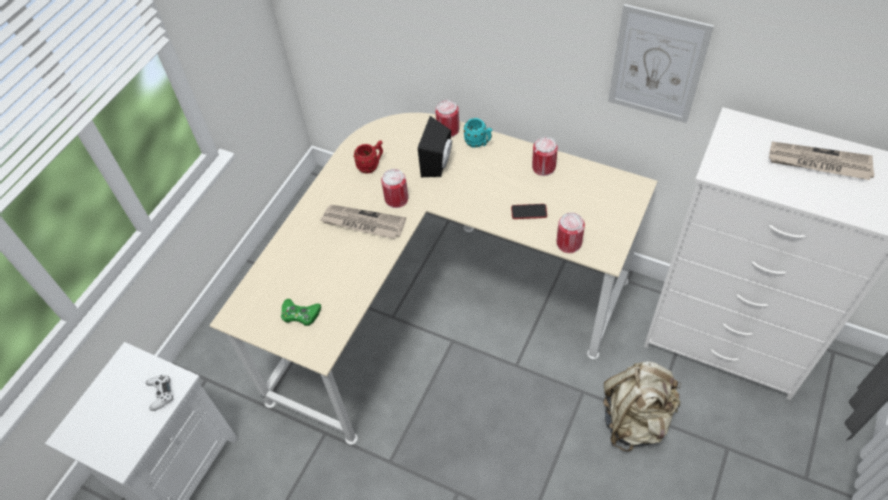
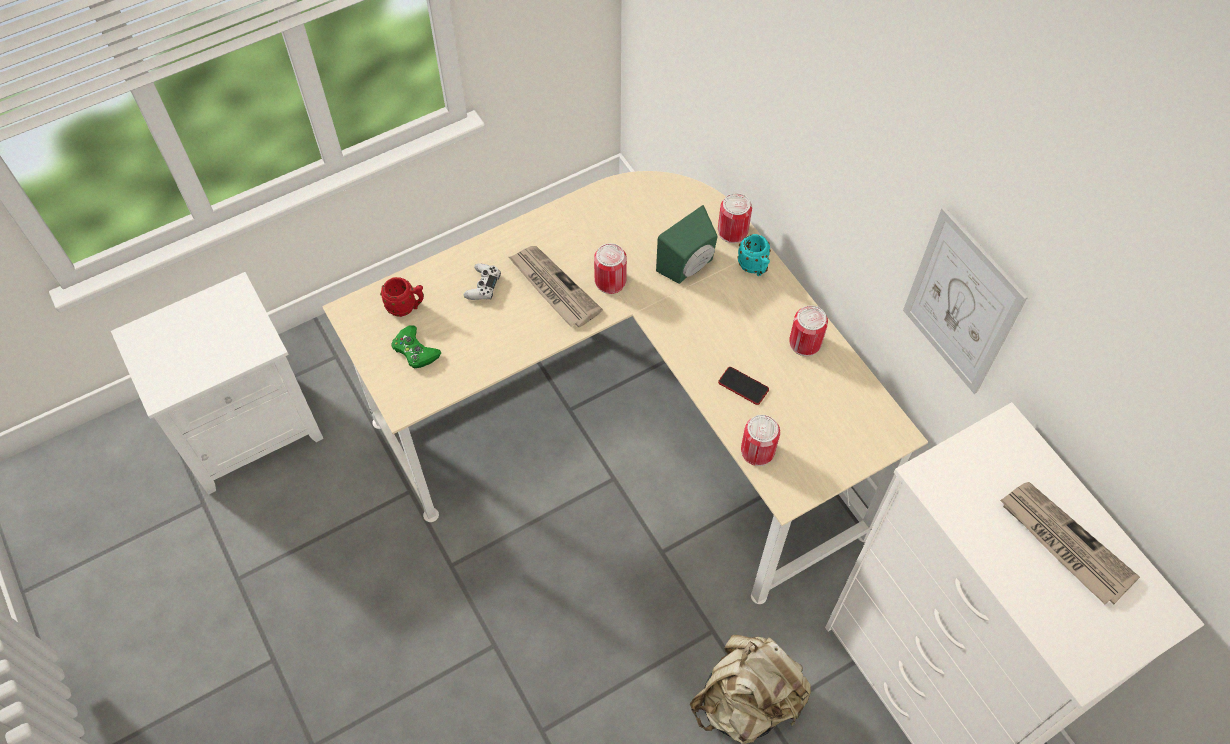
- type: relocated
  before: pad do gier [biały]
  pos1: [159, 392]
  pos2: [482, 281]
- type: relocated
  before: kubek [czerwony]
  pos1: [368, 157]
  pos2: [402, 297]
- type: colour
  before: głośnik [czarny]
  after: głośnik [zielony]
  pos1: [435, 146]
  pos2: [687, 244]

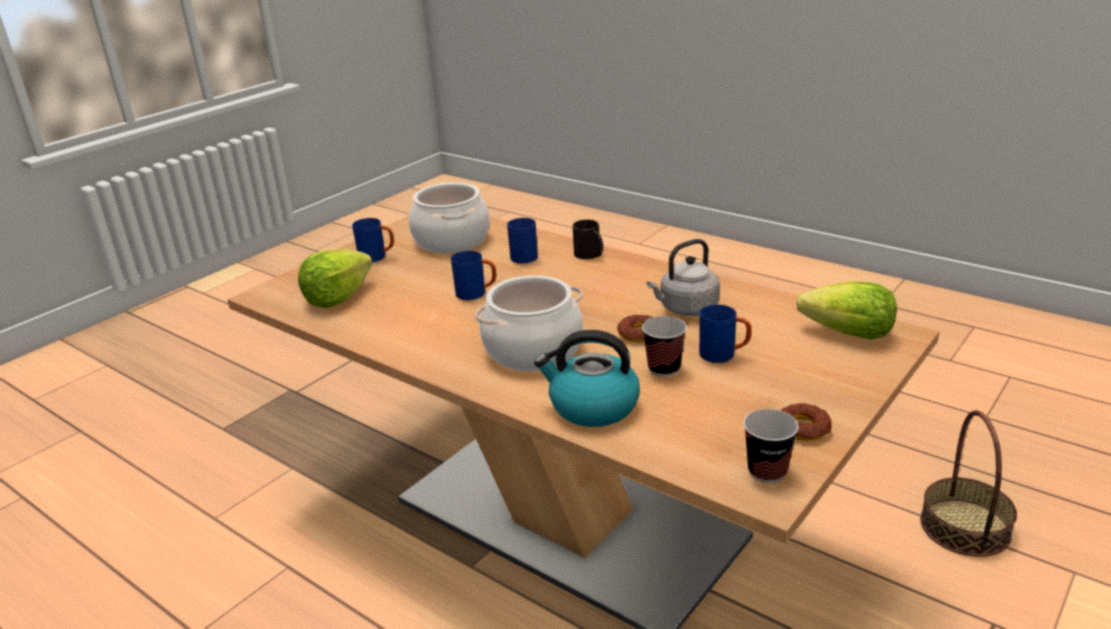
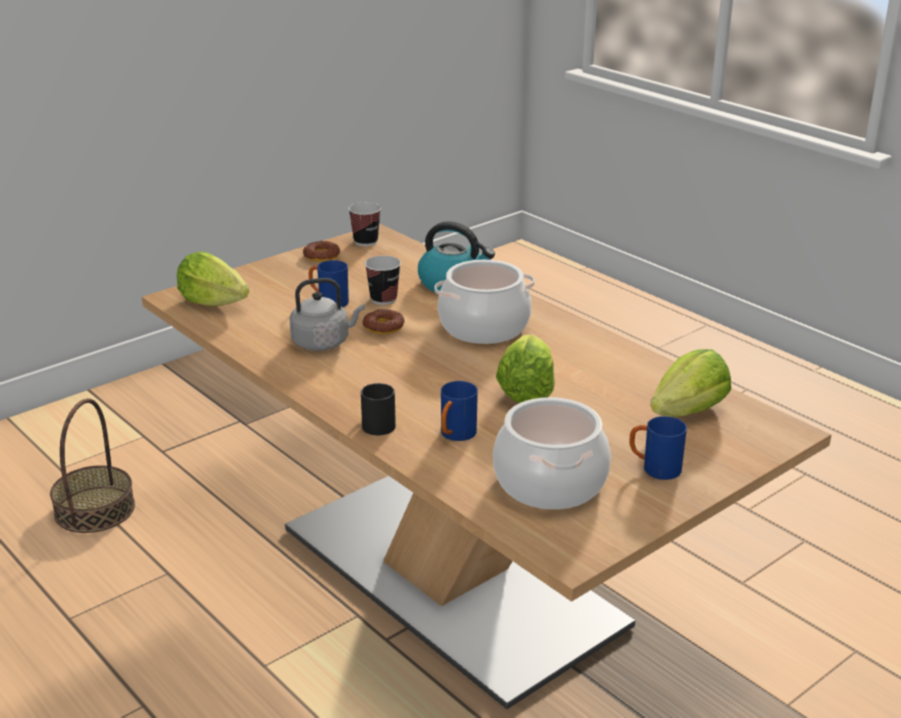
- type: exchanged
  before: kubek [niebieski]
  after: sałata
  pos1: [473, 275]
  pos2: [525, 368]

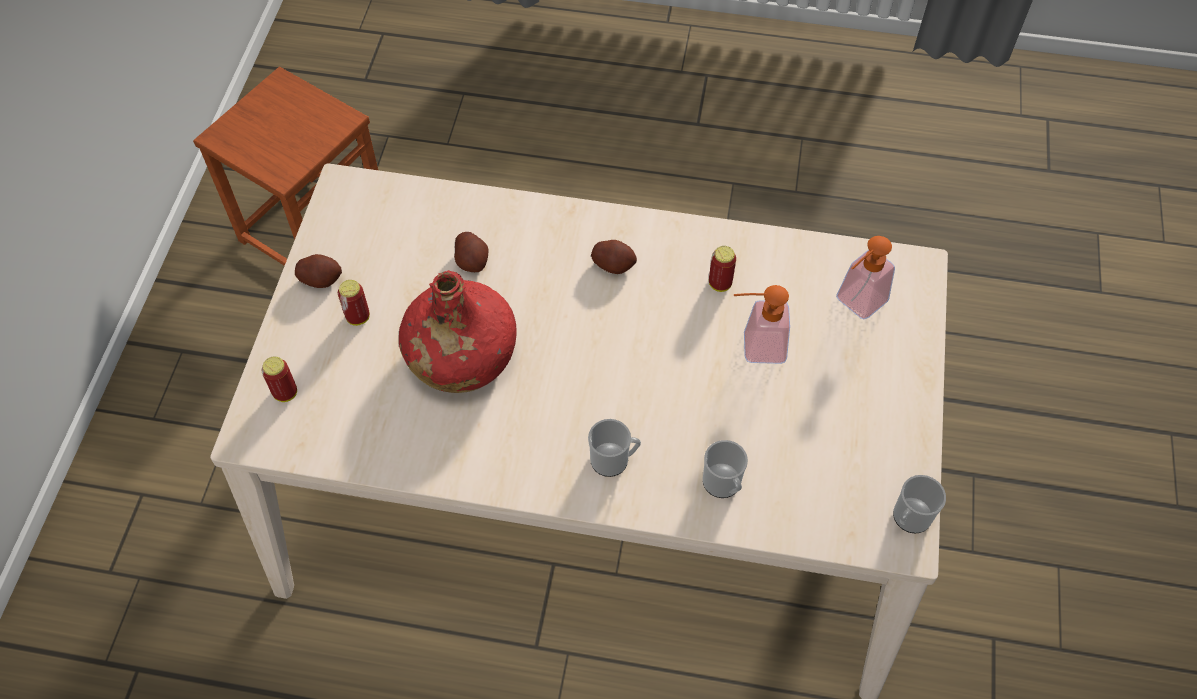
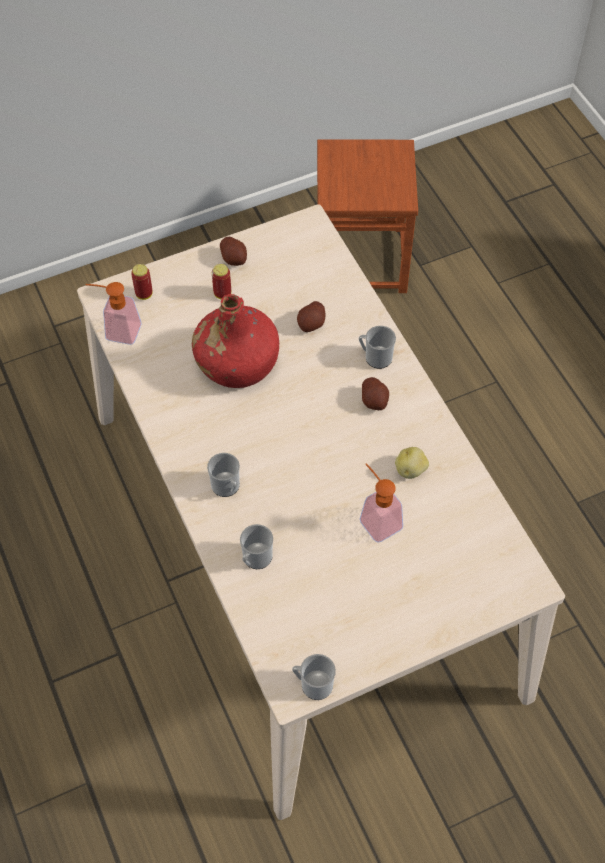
- type: appeared
  after: kubek
  pos2: [377, 347]
- type: relocated
  before: dozownik mydła
  pos1: [865, 278]
  pos2: [113, 313]
- type: exchanged
  before: puszka
  after: ziemniak
  pos1: [722, 269]
  pos2: [412, 463]

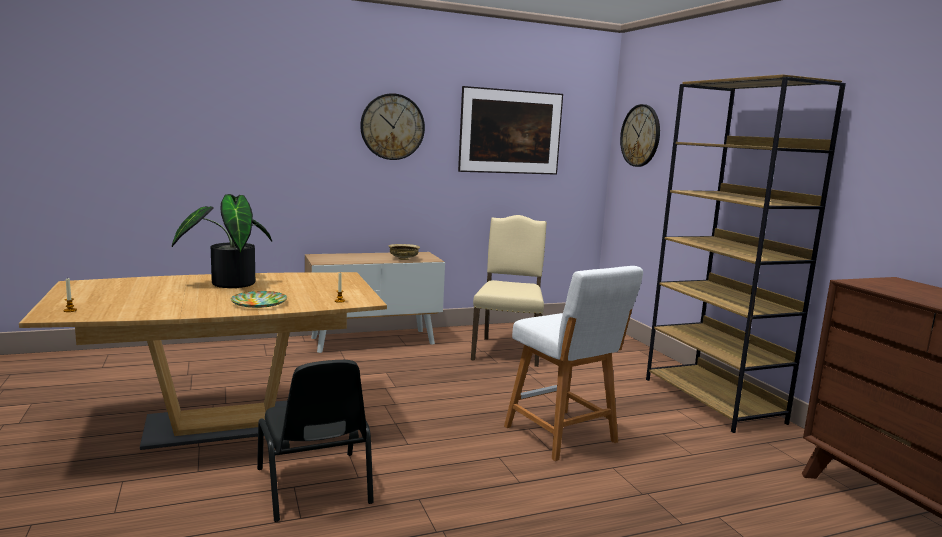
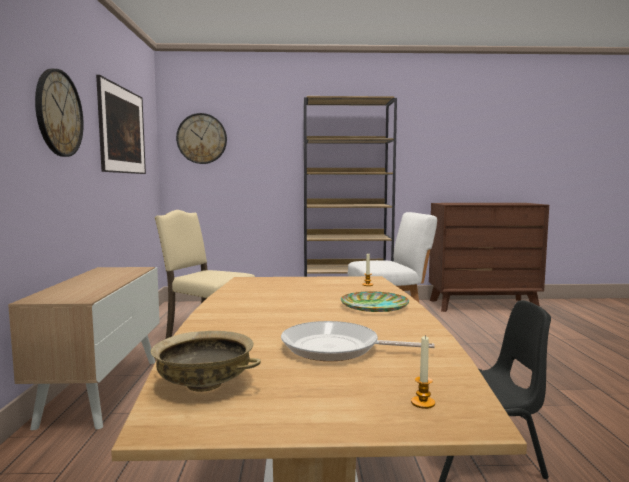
- type: missing
  before: roślina doniczkowa
  pos1: [222, 241]
- type: appeared
  after: patelnia
  pos2: [358, 341]
- type: relocated
  before: miska [beżowy]
  pos1: [404, 252]
  pos2: [206, 361]

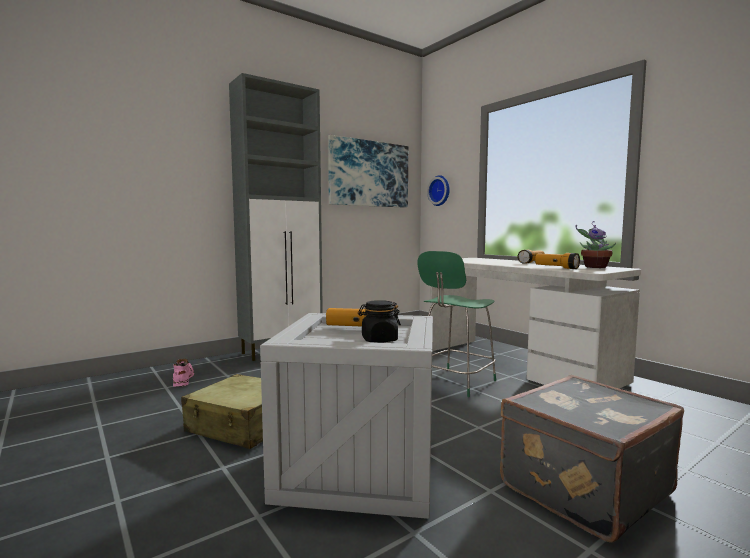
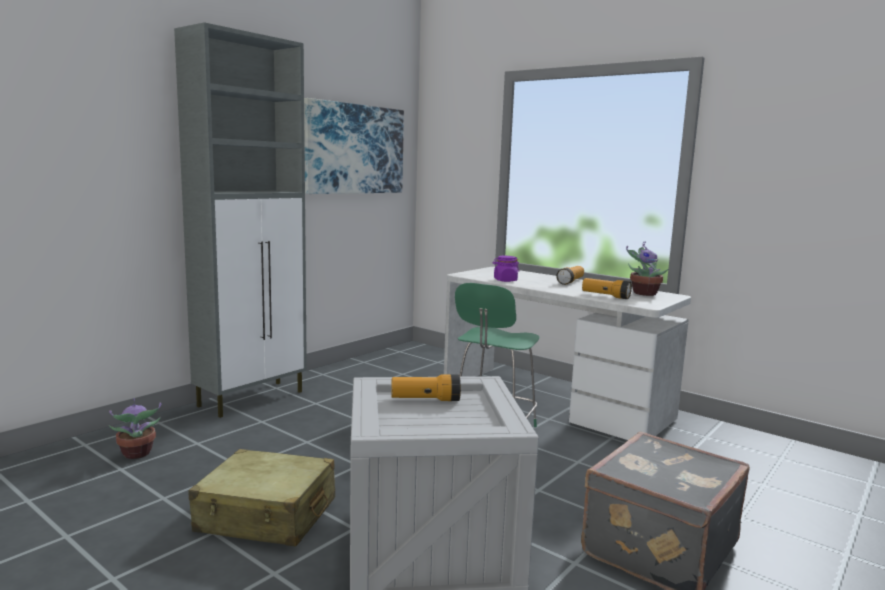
- type: missing
  before: słoik [czarny]
  pos1: [379, 321]
- type: missing
  before: zegar ścienny
  pos1: [438, 190]
- type: appeared
  after: słoik [fioletowy]
  pos2: [506, 269]
- type: exchanged
  before: but z cholewką [różowy]
  after: roślina doniczkowa
  pos1: [183, 372]
  pos2: [135, 428]

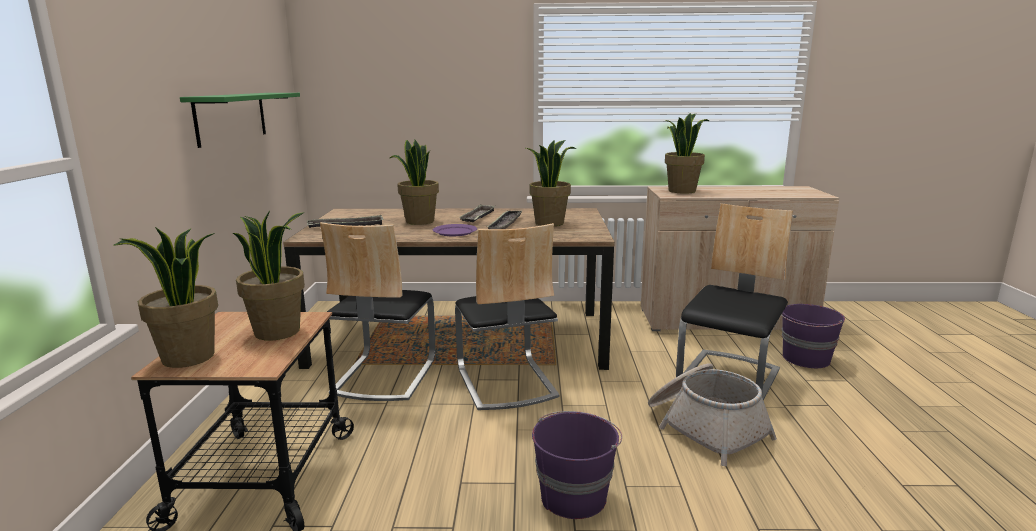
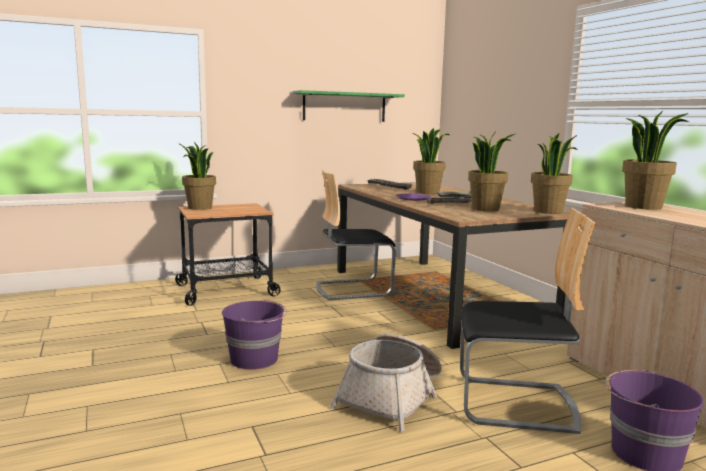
- type: missing
  before: krzesło
  pos1: [507, 316]
- type: relocated
  before: roślina doniczkowa
  pos1: [268, 276]
  pos2: [554, 173]

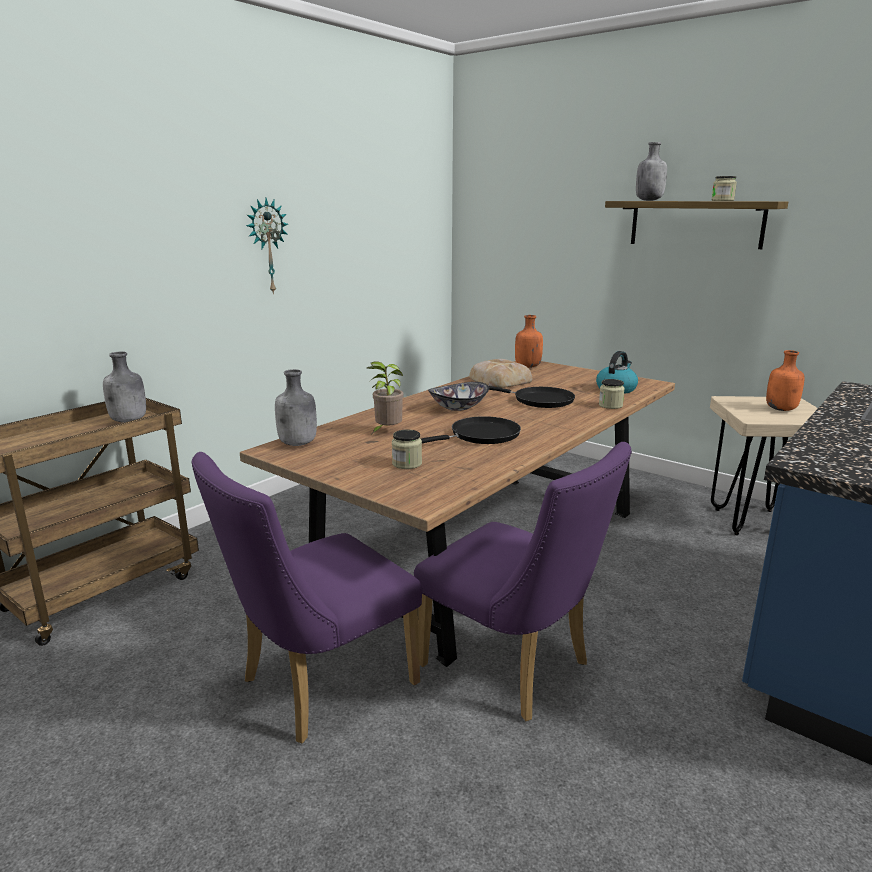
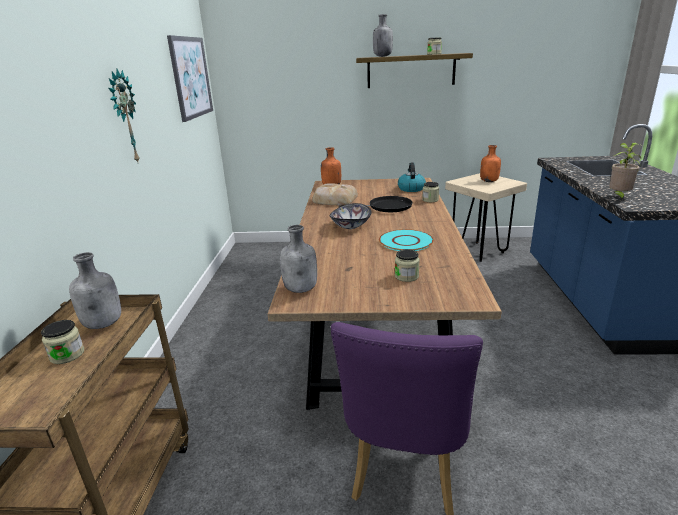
- type: missing
  before: krzesło [fioletowy]
  pos1: [523, 581]
- type: appeared
  after: słoik
  pos2: [62, 342]
- type: appeared
  after: obraz
  pos2: [190, 78]
- type: relocated
  before: roślina doniczkowa
  pos1: [385, 397]
  pos2: [625, 171]
- type: exchanged
  before: patelnia [czarny]
  after: talerz [turkusowy]
  pos1: [471, 430]
  pos2: [406, 240]

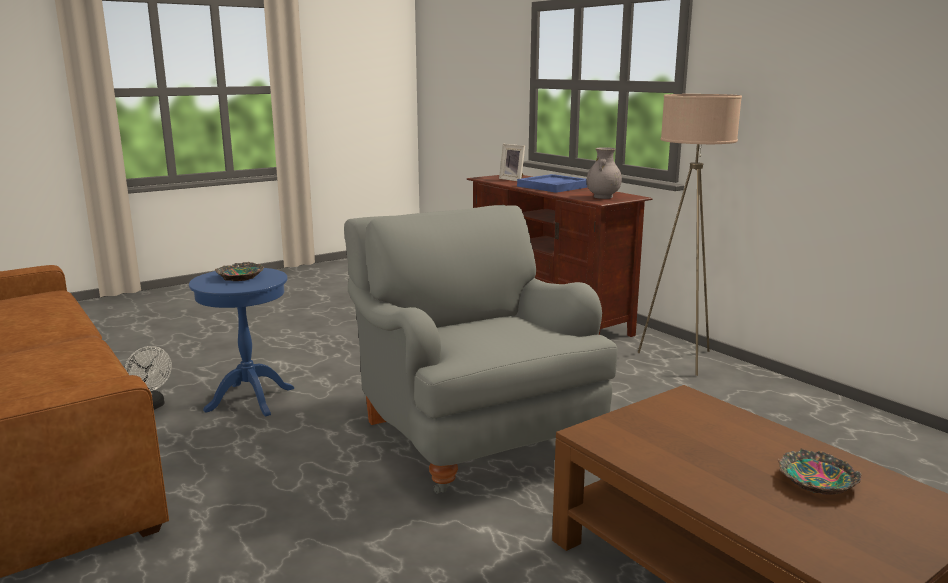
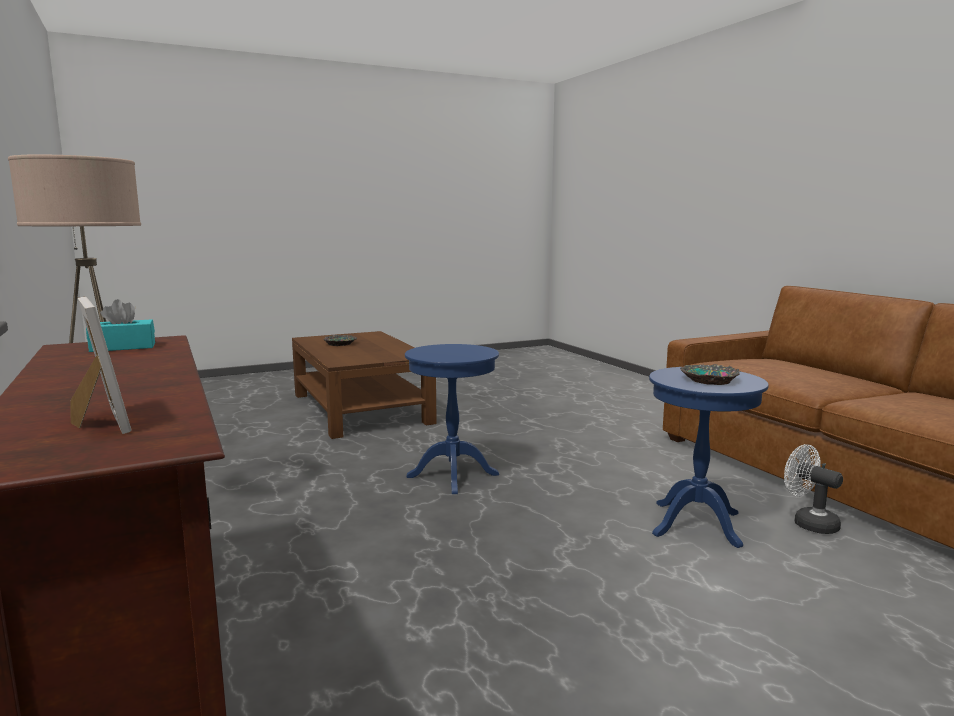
- type: missing
  before: taca [niebieski]
  pos1: [552, 183]
- type: exchanged
  before: fotel [szary]
  after: stolik [niebieski]
  pos1: [480, 349]
  pos2: [452, 419]
- type: exchanged
  before: wazon [szary]
  after: pudełko chusteczek [turkusowy]
  pos1: [604, 173]
  pos2: [120, 325]

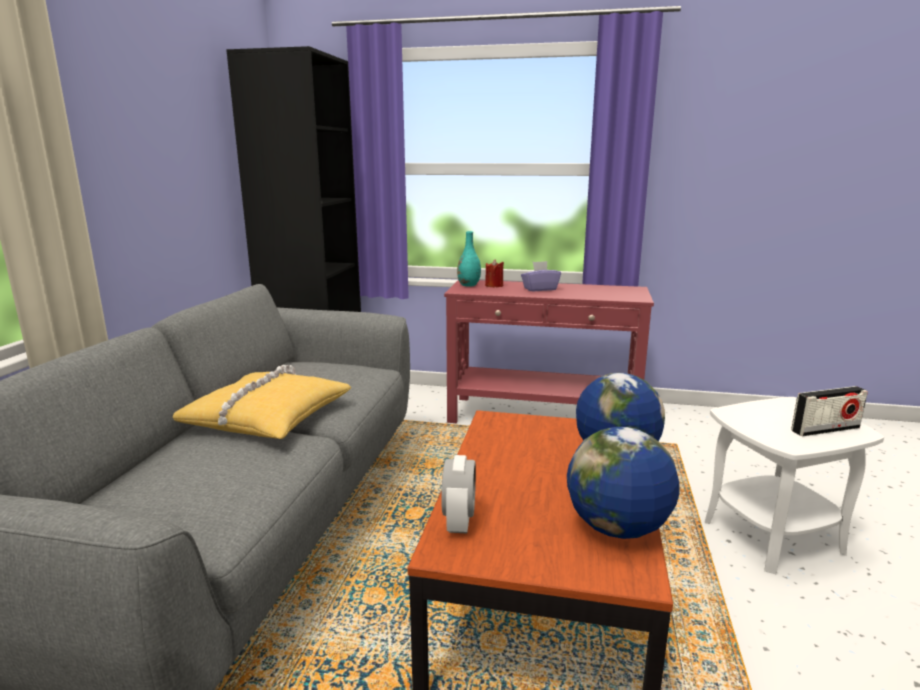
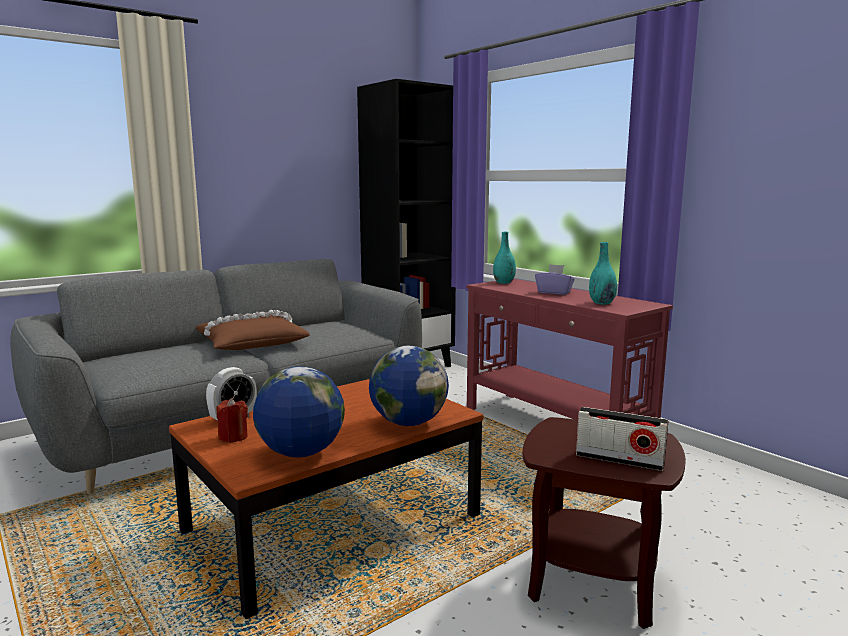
- type: appeared
  after: wazon [turkusowy]
  pos2: [603, 273]
- type: relocated
  before: świeca [czerwony]
  pos1: [494, 273]
  pos2: [232, 420]
- type: colour
  before: poduszka [żółty]
  after: poduszka [brązowy]
  pos1: [262, 402]
  pos2: [253, 330]
- type: colour
  before: stolik [biały]
  after: stolik [brązowy]
  pos1: [794, 485]
  pos2: [604, 523]

